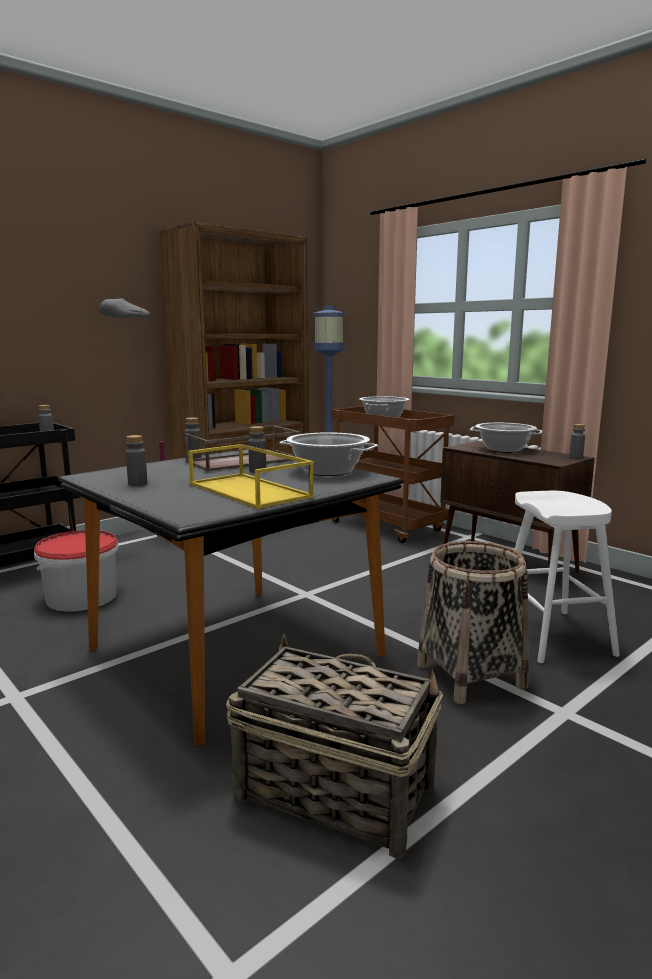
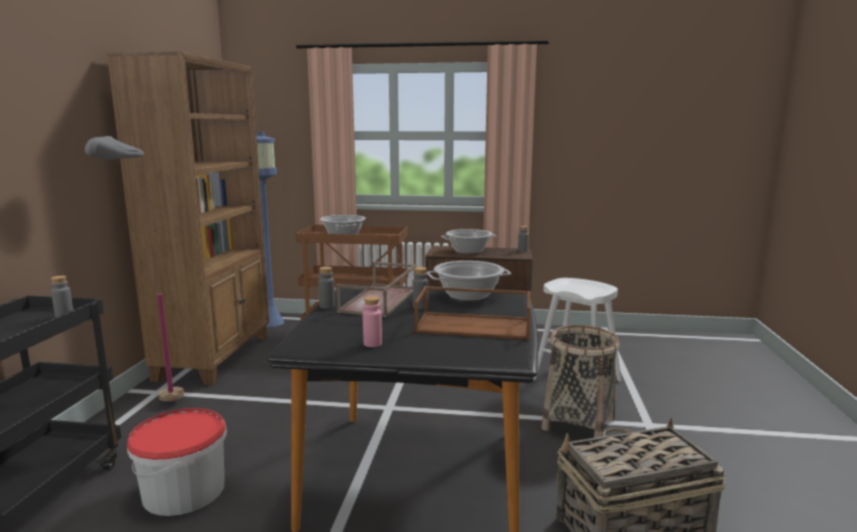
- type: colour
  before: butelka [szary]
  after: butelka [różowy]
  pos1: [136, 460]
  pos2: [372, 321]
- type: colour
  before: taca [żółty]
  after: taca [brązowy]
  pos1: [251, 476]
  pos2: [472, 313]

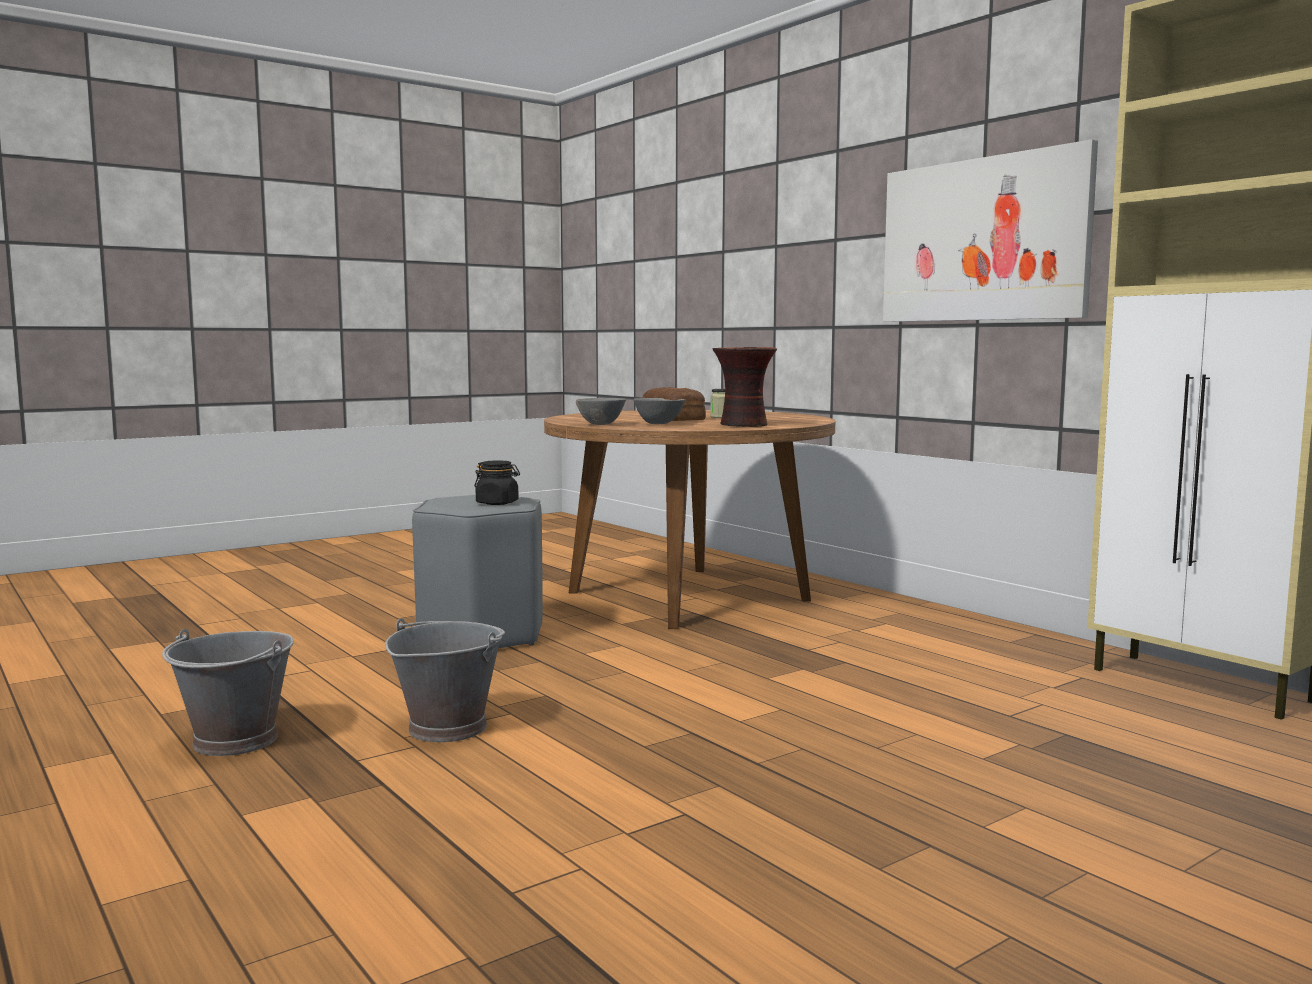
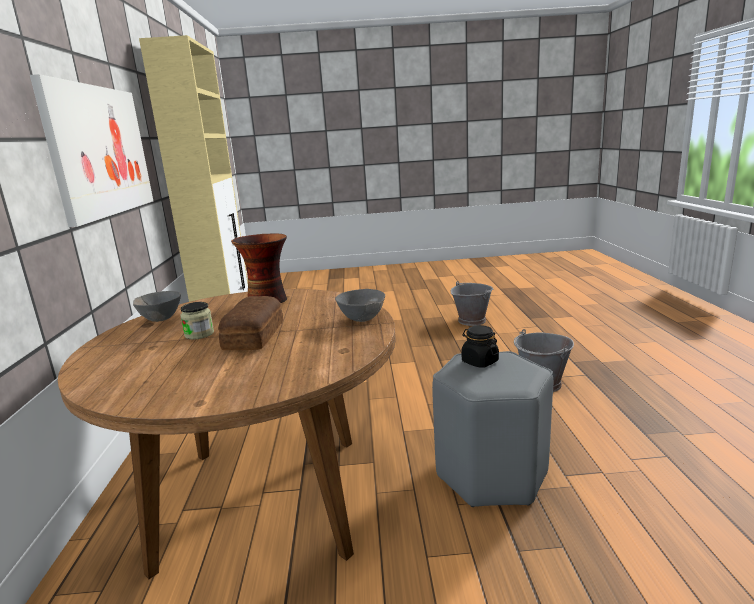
- type: relocated
  before: wiadro [szary]
  pos1: [228, 692]
  pos2: [472, 303]
- type: relocated
  before: miska [szary]
  pos1: [660, 411]
  pos2: [157, 306]

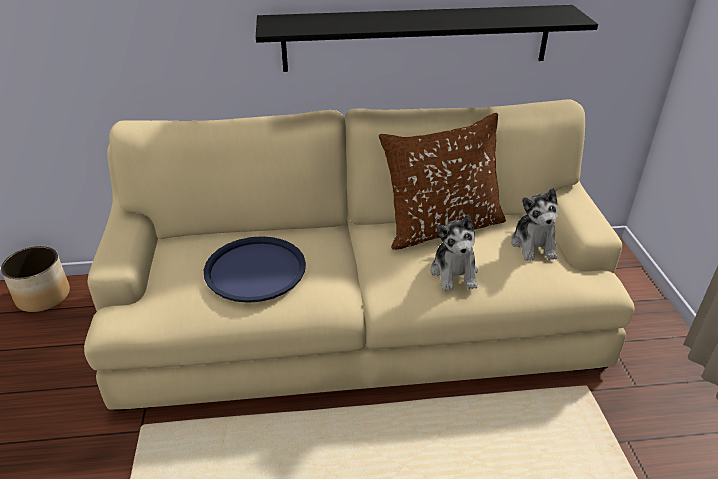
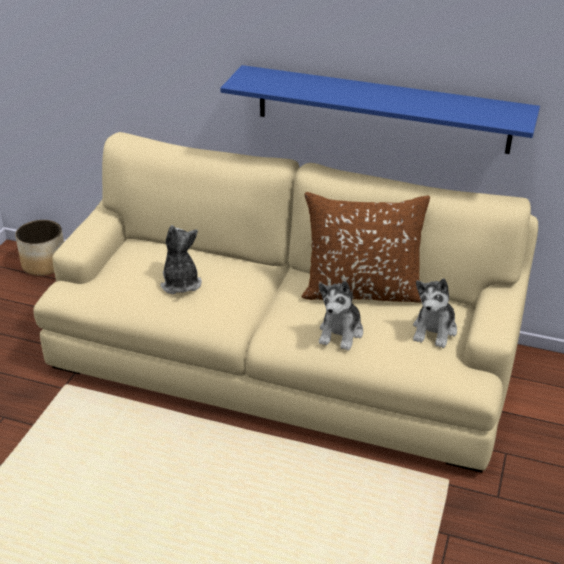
- type: exchanged
  before: taca [niebieski]
  after: pluszak
  pos1: [255, 269]
  pos2: [181, 259]
- type: colour
  before: półka [czarny]
  after: półka [niebieski]
  pos1: [427, 38]
  pos2: [380, 109]

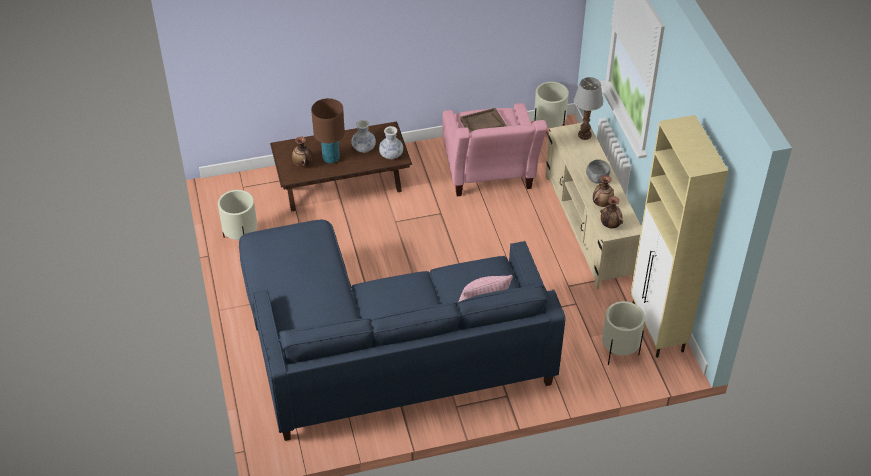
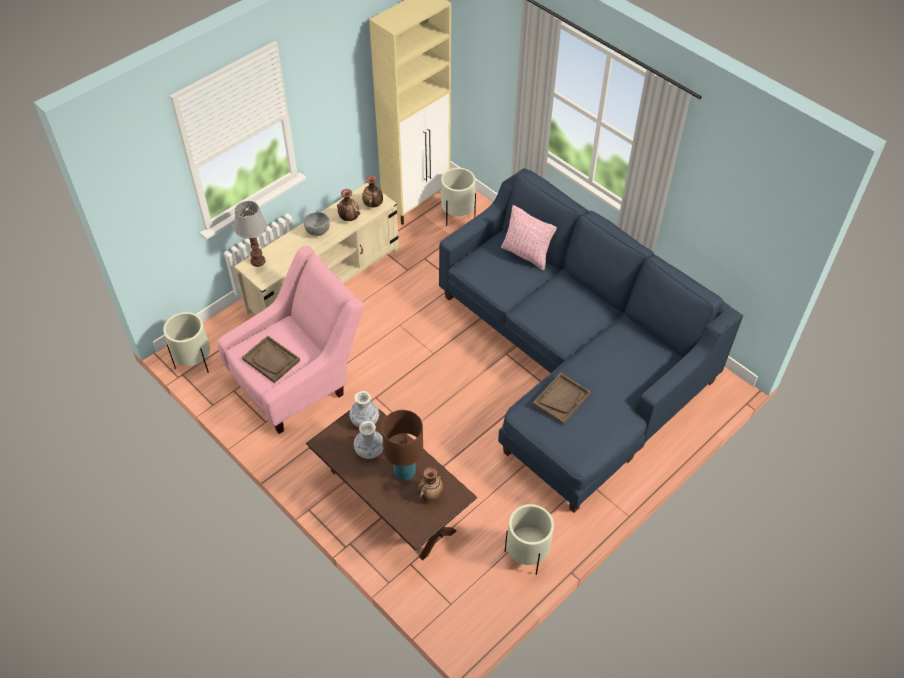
- type: appeared
  after: taca [brązowy]
  pos2: [562, 399]

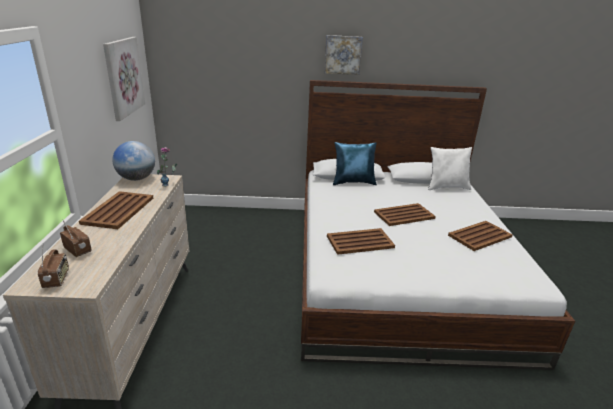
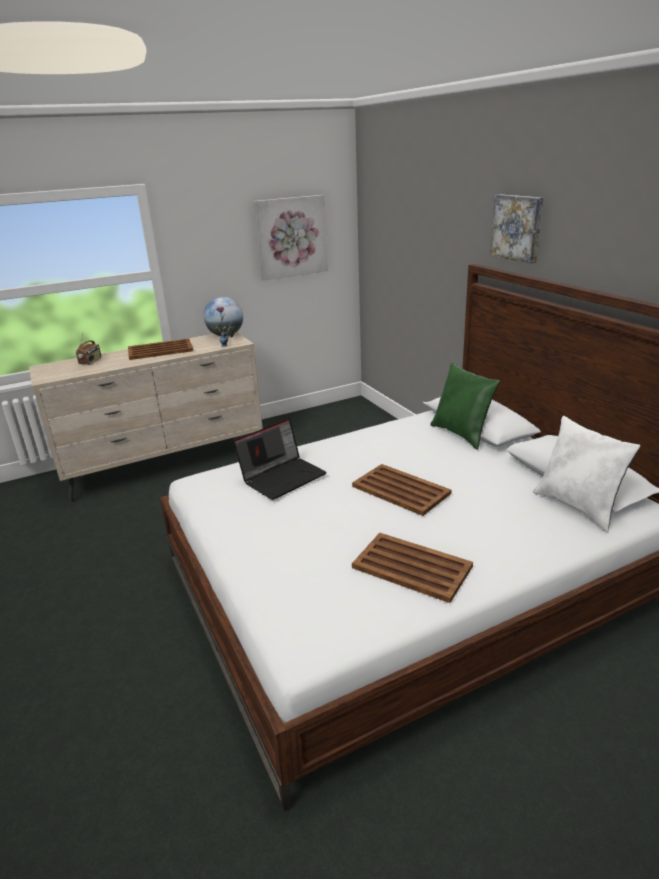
- type: missing
  before: radio
  pos1: [53, 267]
- type: exchanged
  before: taca [brązowy]
  after: laptop
  pos1: [361, 241]
  pos2: [280, 459]
- type: colour
  before: poduszka [niebieski]
  after: poduszka [zielony]
  pos1: [355, 163]
  pos2: [465, 406]

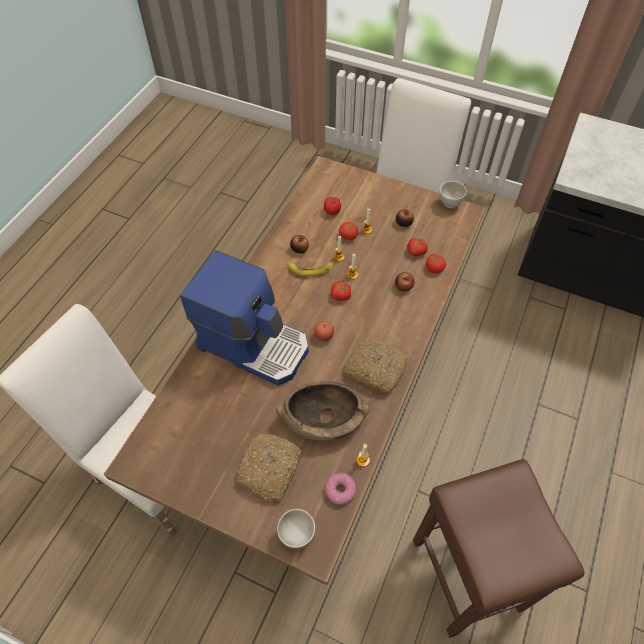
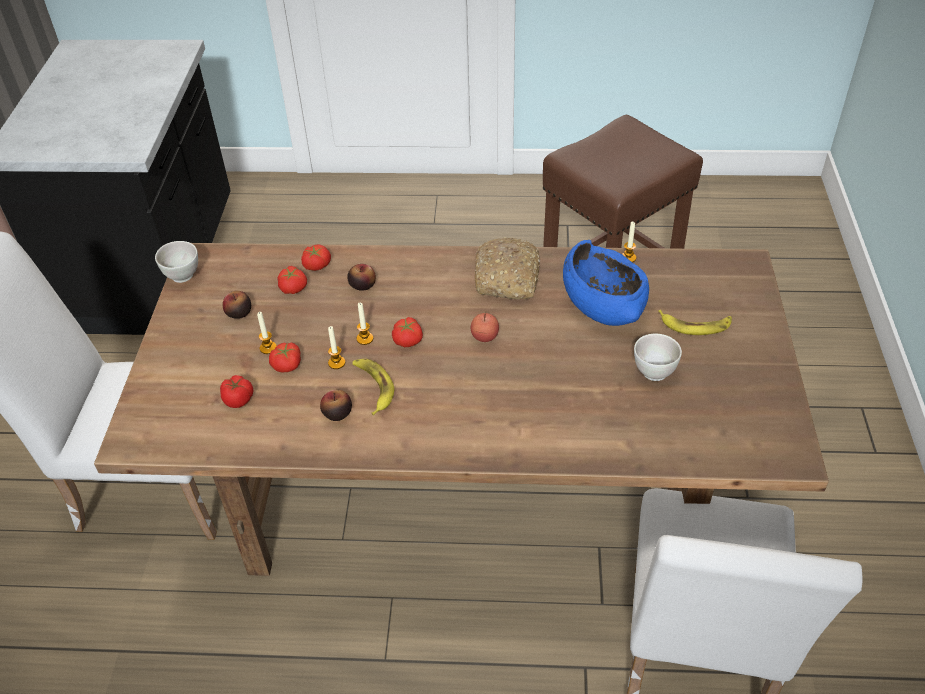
- type: missing
  before: ekspres do kawy
  pos1: [244, 318]
- type: missing
  before: donut
  pos1: [341, 489]
- type: relocated
  before: miska [biały]
  pos1: [296, 529]
  pos2: [658, 357]
- type: exchanged
  before: chleb
  after: banan
  pos1: [269, 467]
  pos2: [695, 322]
- type: colour
  before: miska [brązowy]
  after: miska [niebieski]
  pos1: [323, 411]
  pos2: [606, 283]

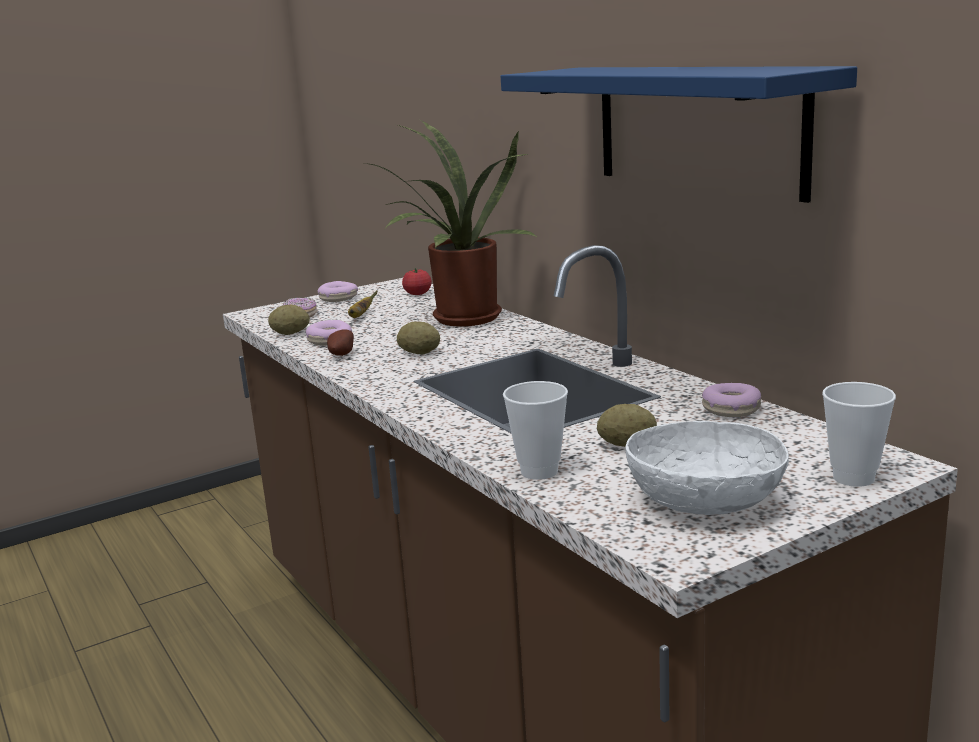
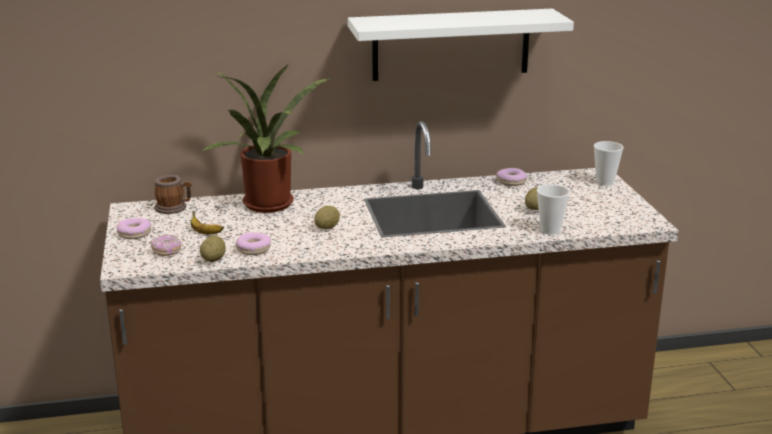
- type: missing
  before: ziemniak
  pos1: [340, 342]
- type: missing
  before: miska [biały]
  pos1: [707, 468]
- type: exchanged
  before: pomidor
  after: kubek
  pos1: [417, 281]
  pos2: [173, 194]
- type: colour
  before: półka [niebieski]
  after: półka [biały]
  pos1: [679, 134]
  pos2: [461, 45]

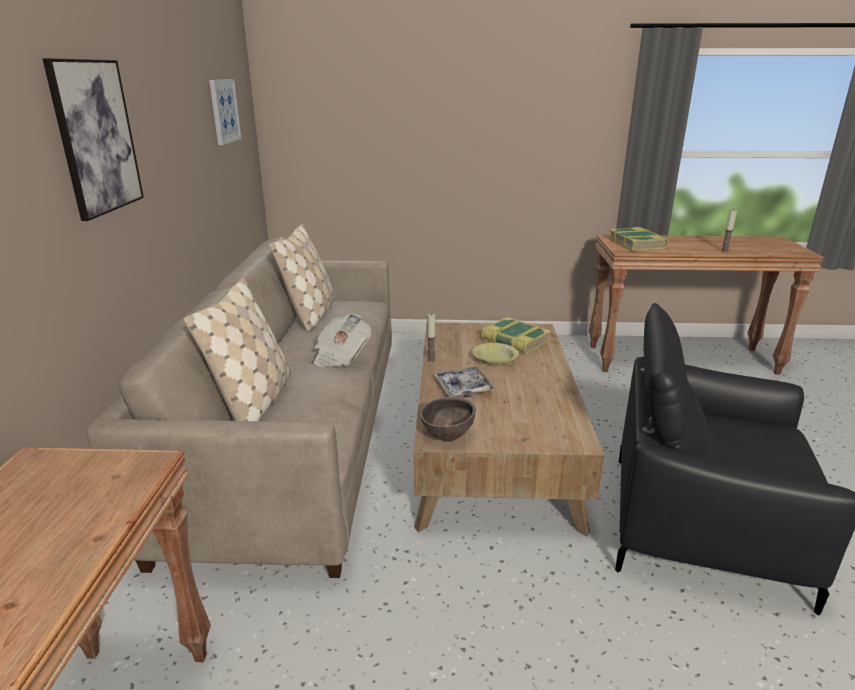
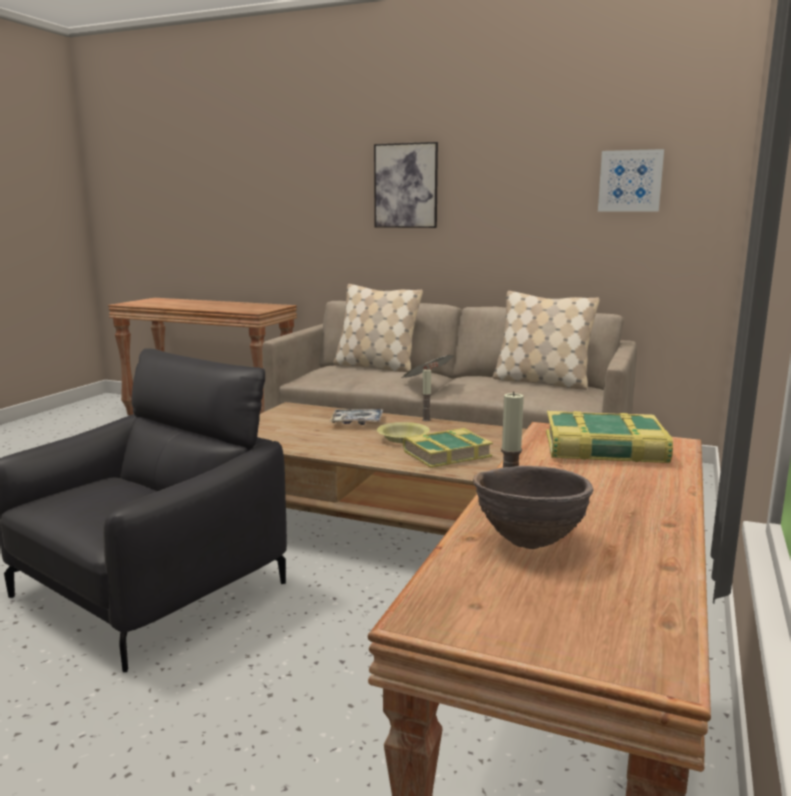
- type: relocated
  before: miska [brązowy]
  pos1: [447, 419]
  pos2: [533, 507]

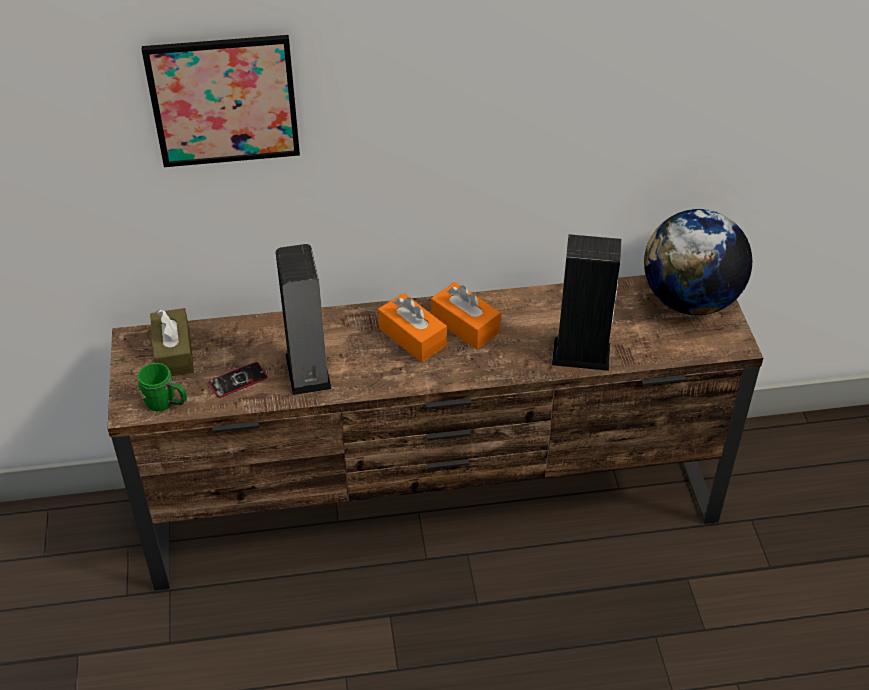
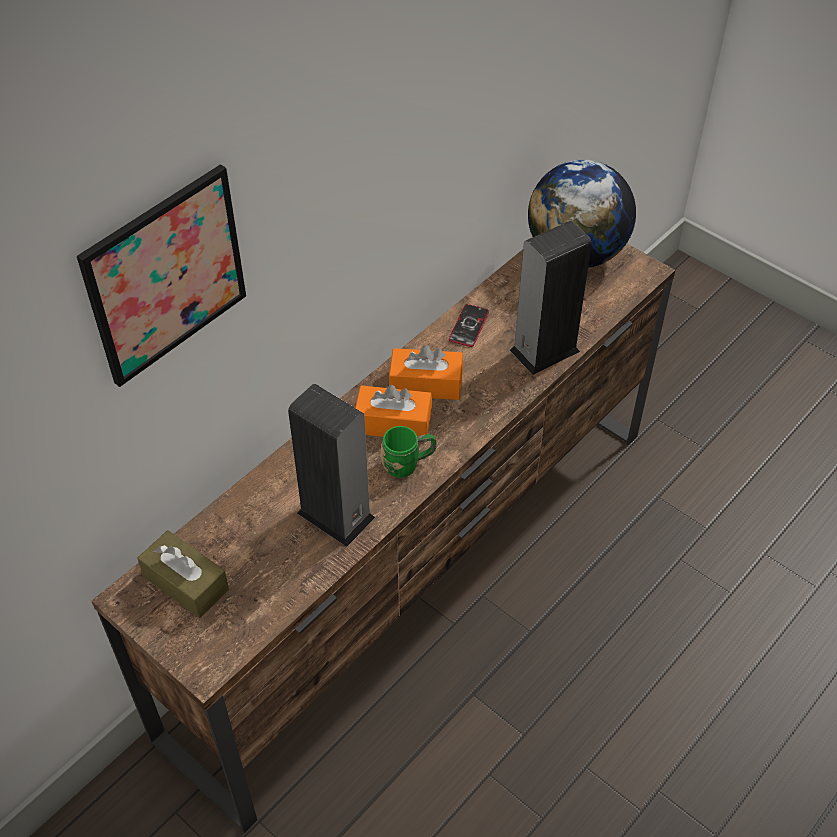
- type: relocated
  before: kubek [zielony]
  pos1: [162, 387]
  pos2: [409, 452]
- type: relocated
  before: telefon
  pos1: [238, 380]
  pos2: [469, 325]

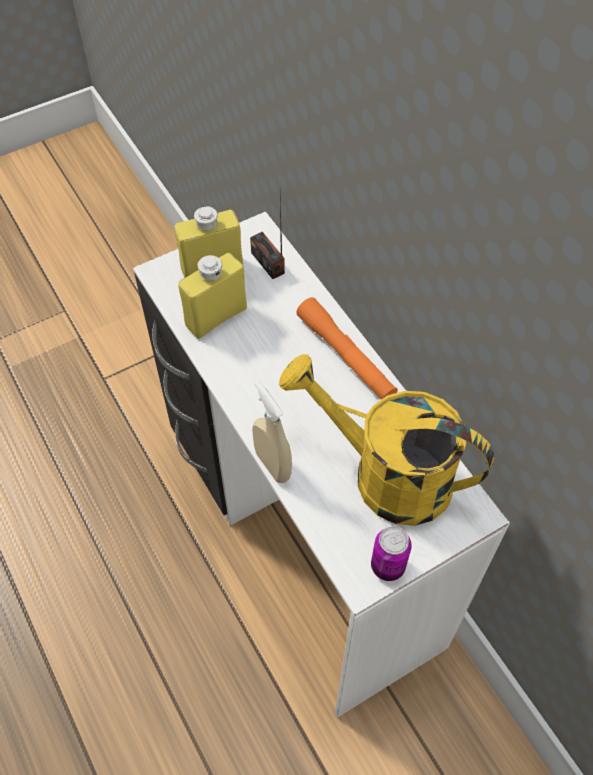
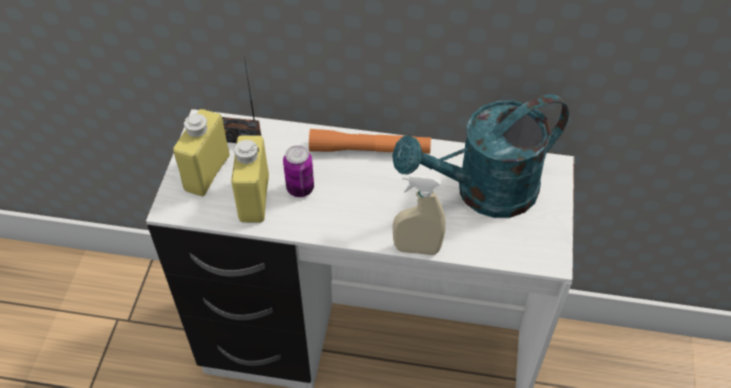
- type: relocated
  before: puszka
  pos1: [391, 553]
  pos2: [298, 171]
- type: colour
  before: konewka [żółty]
  after: konewka [turkusowy]
  pos1: [386, 440]
  pos2: [480, 156]

